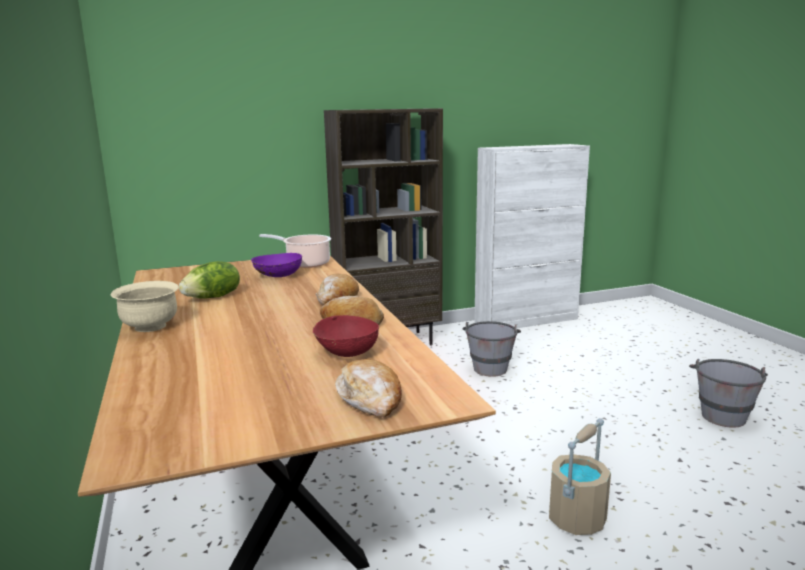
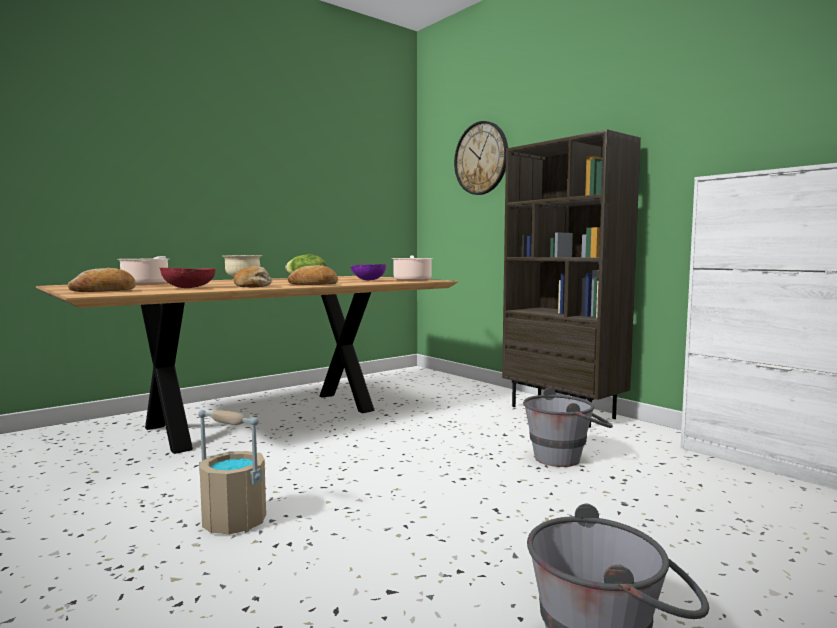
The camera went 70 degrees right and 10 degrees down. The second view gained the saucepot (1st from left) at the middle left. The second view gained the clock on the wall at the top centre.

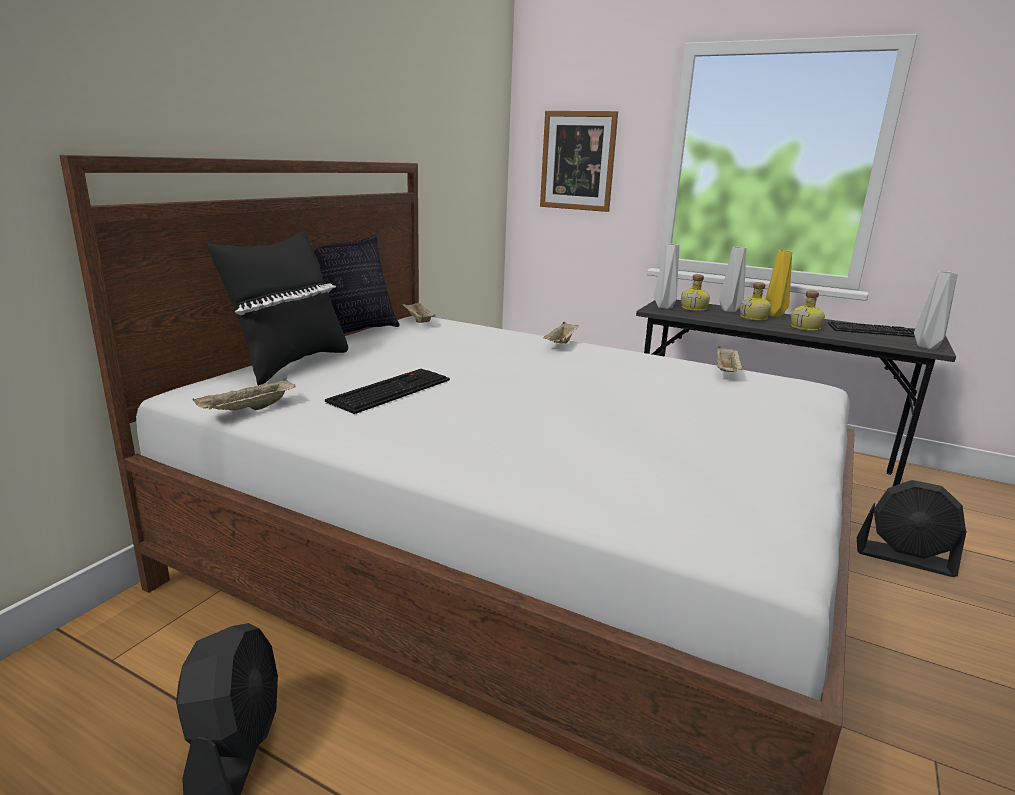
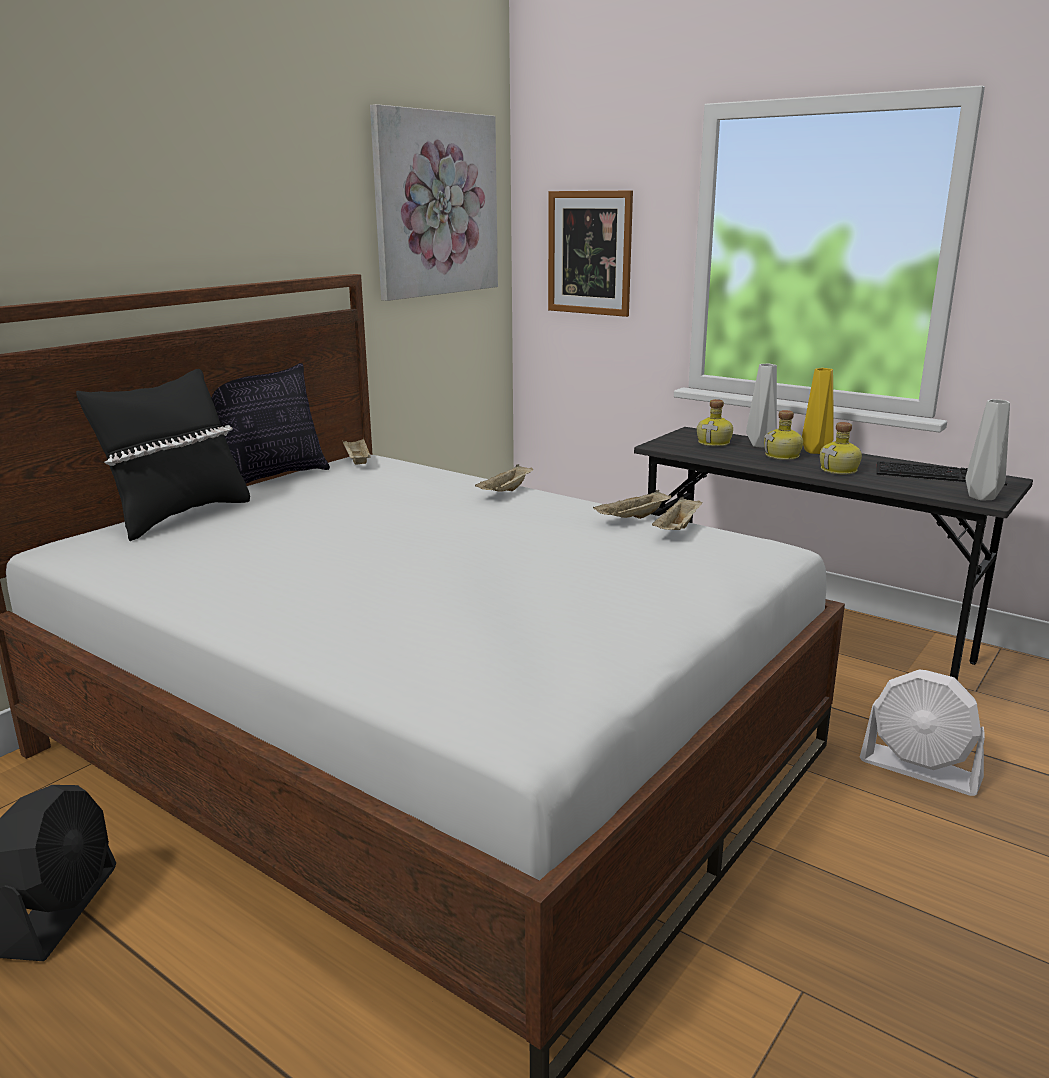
The camera went 10 degrees right and 0 degrees up. The second view lost the PC keyboard (1st from left) at the centre. The second view lost the vase in greyish (1st from left) at the centre. The second view gained the wall art (1st from left) at the top centre. The serving tray in beige-coloured (1st from left in the first image) ended up elsewhere, having gone from the middle left to the centre. What was the fan in black (2nd from left) at the middle right turned into the fan in white at the bottom right.

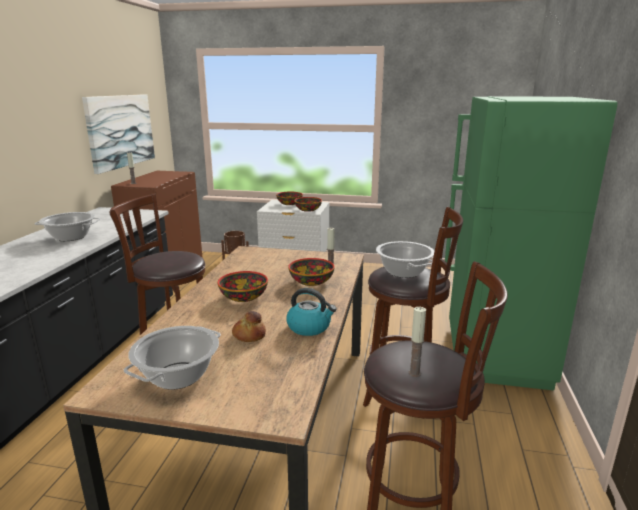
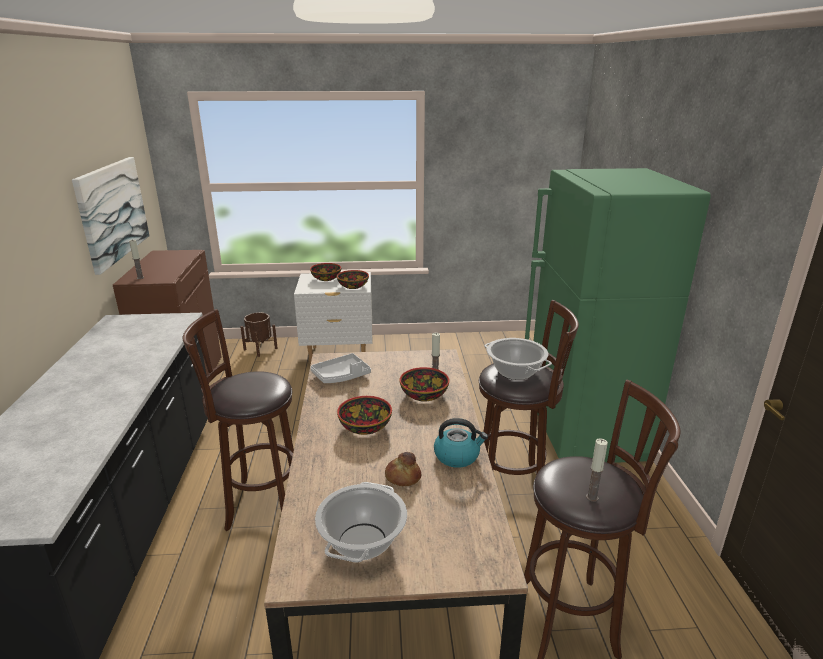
The camera went 15 degrees left and 5 degrees up. The second view lost the saucepot (1st from left) at the middle left. The second view gained the serving tray in greyish at the centre.

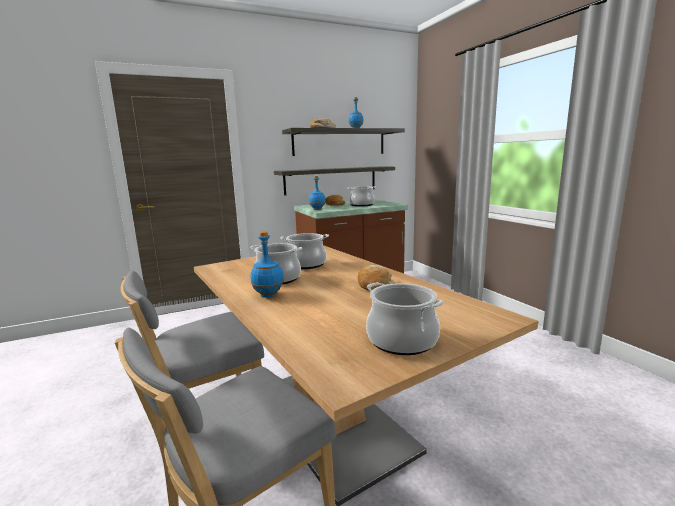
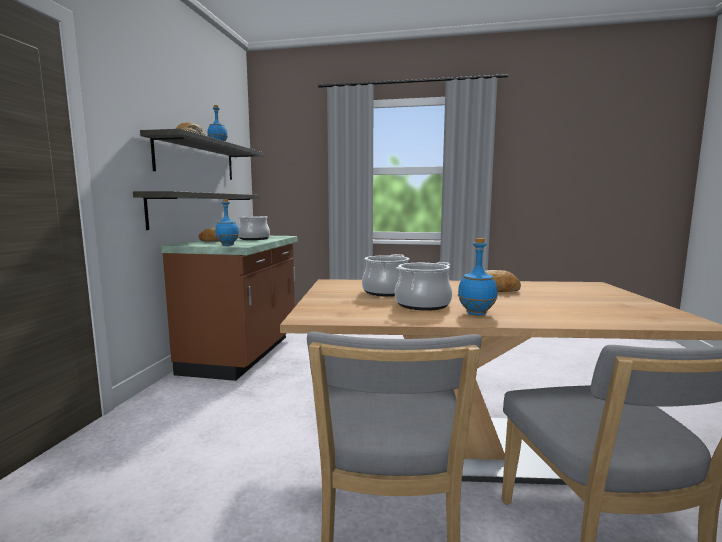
The camera went 55 degrees left and 5 degrees down. The second view lost the saucepot (4th from left) at the centre.

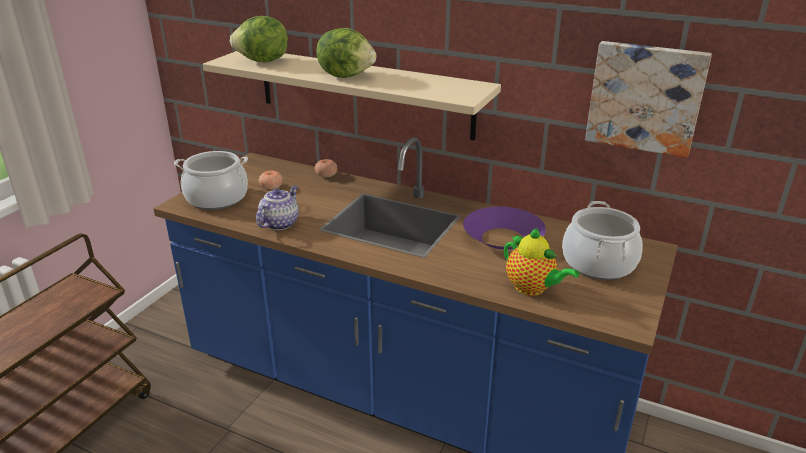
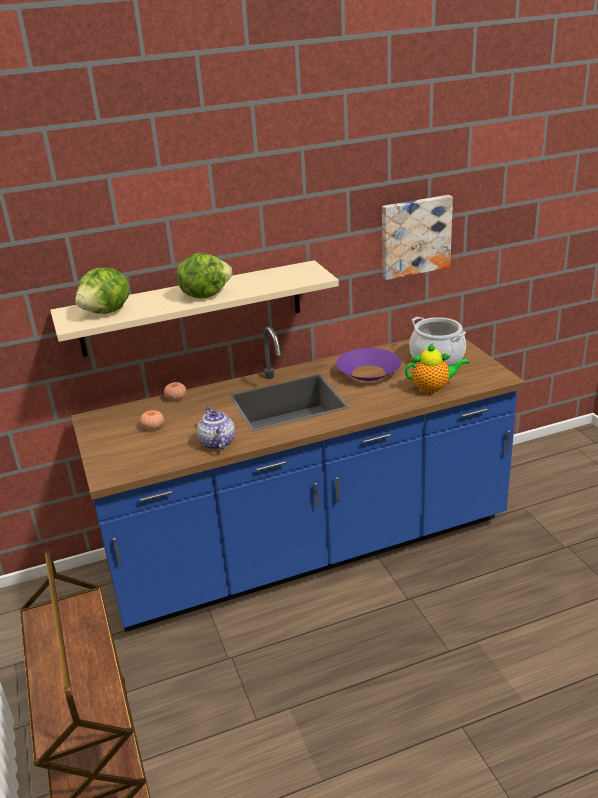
The camera went 45 degrees left and 0 degrees up. The second view lost the saucepot (1st from left) at the middle left.

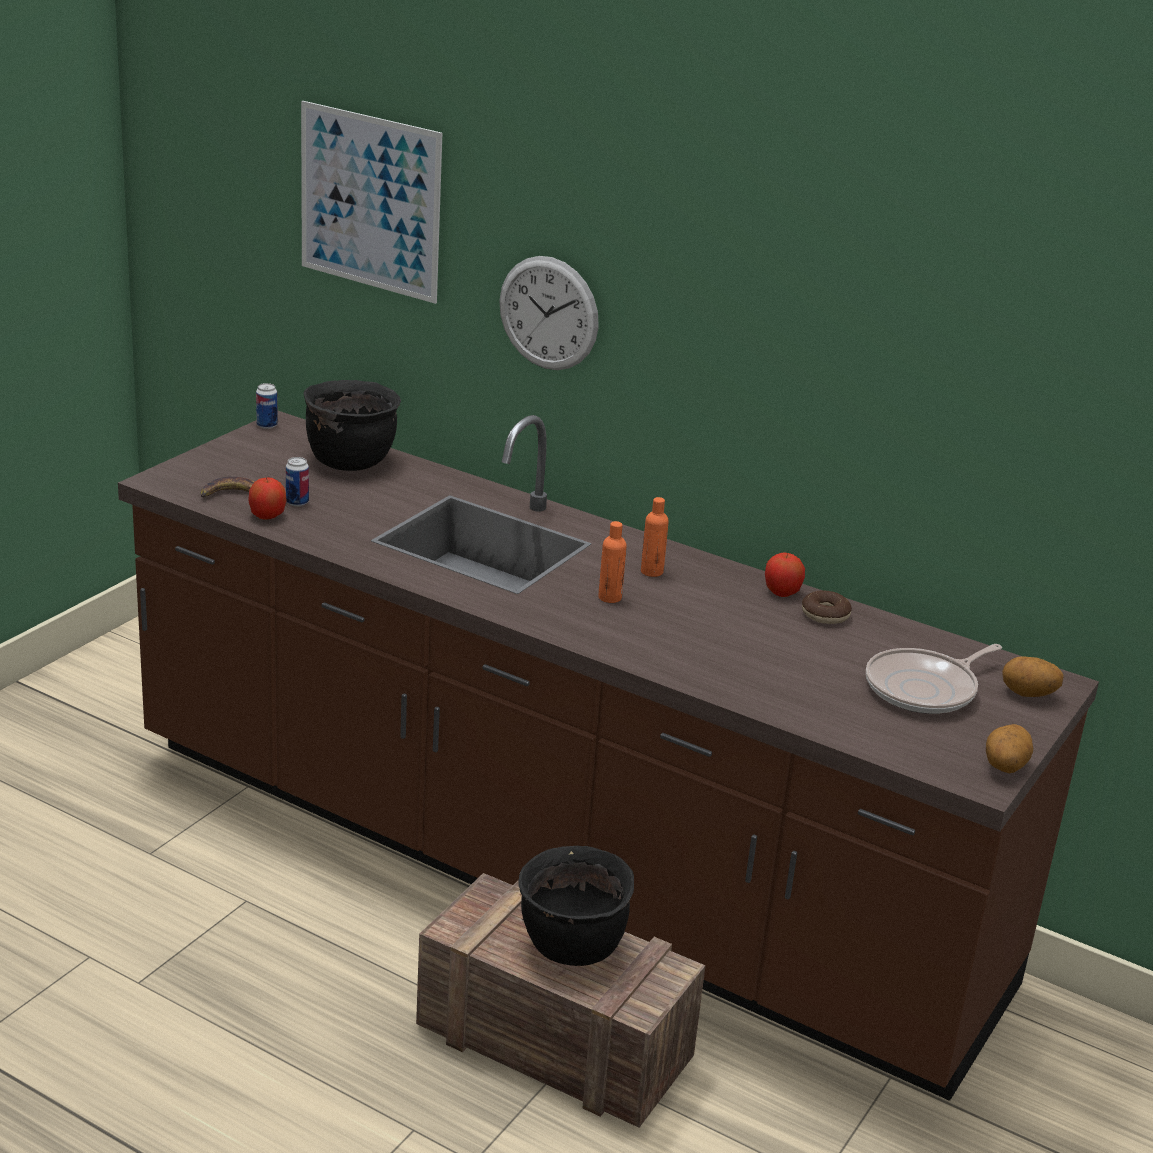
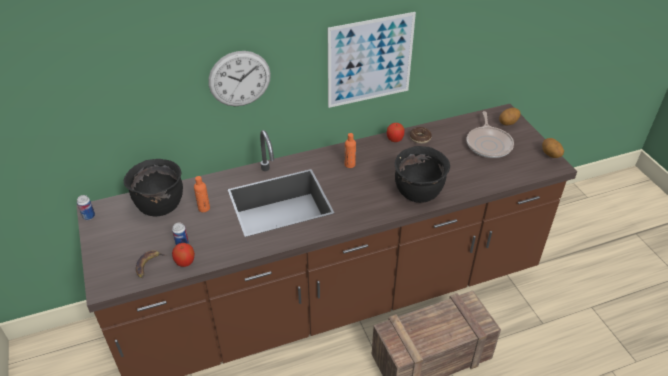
The camera went 50 degrees left and 15 degrees up. The wall art ended up elsewhere, having gone from the top left to the top centre. The saucepot in black (2nd from left) ended up elsewhere, having gone from the bottom centre to the centre. The bottle in orangey (1st from left) ended up elsewhere, having gone from the centre to the middle left.

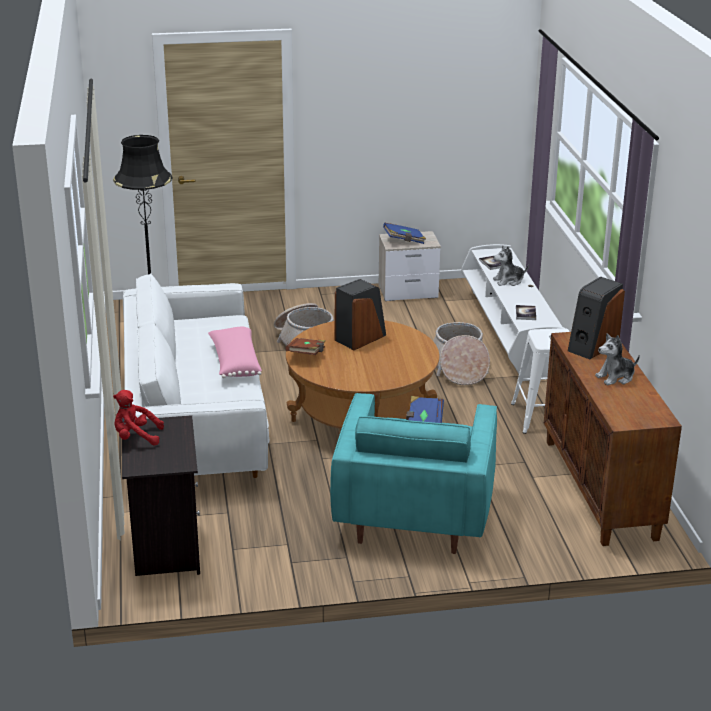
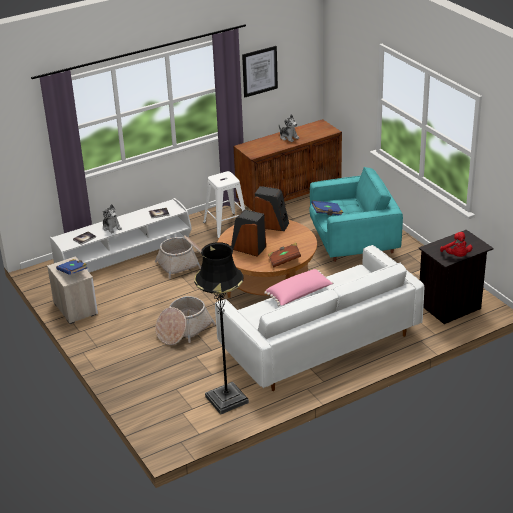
The camera went 110 degrees left and 5 degrees up. The second view gained the wall art at the top centre. The audio speaker (2nd from left) ended up elsewhere, having gone from the middle right to the centre.

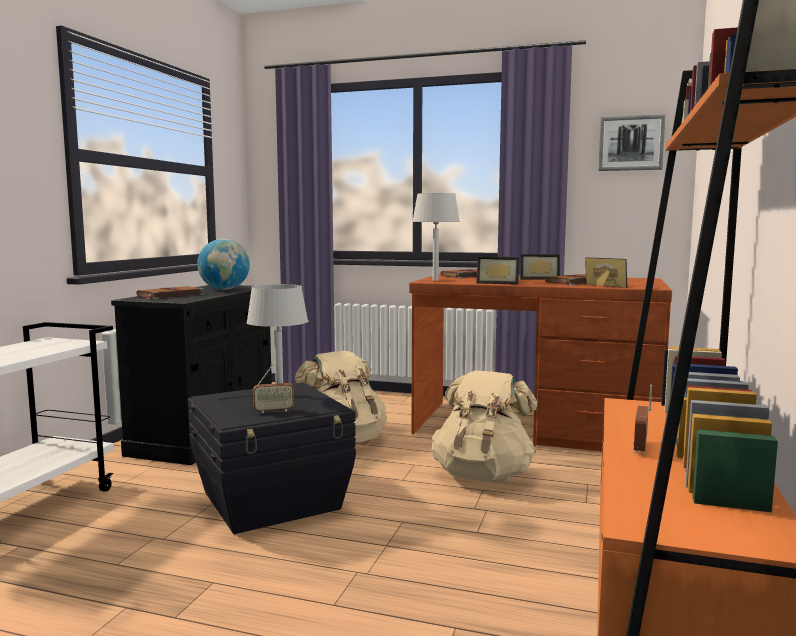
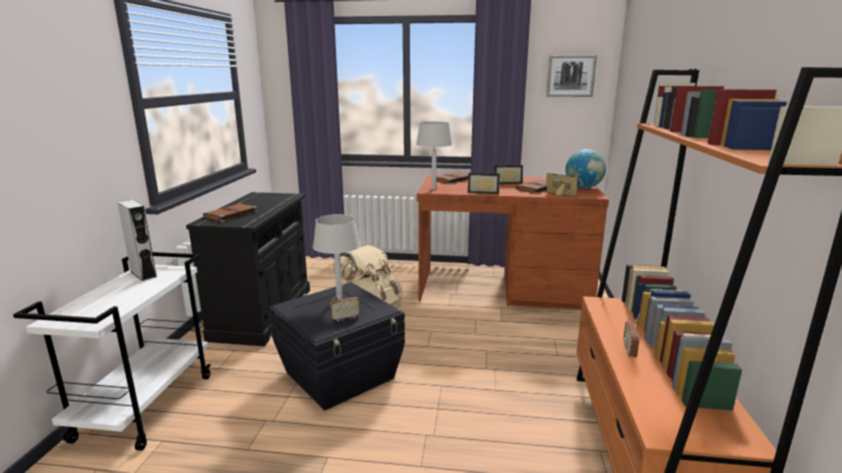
The camera went 10 degrees left and 10 degrees up. The second view lost the rucksack in beige-coloured (2nd from left) at the bottom centre. The second view gained the audio speaker in greyish at the middle left. The globe ended up elsewhere, having gone from the middle left to the middle right.

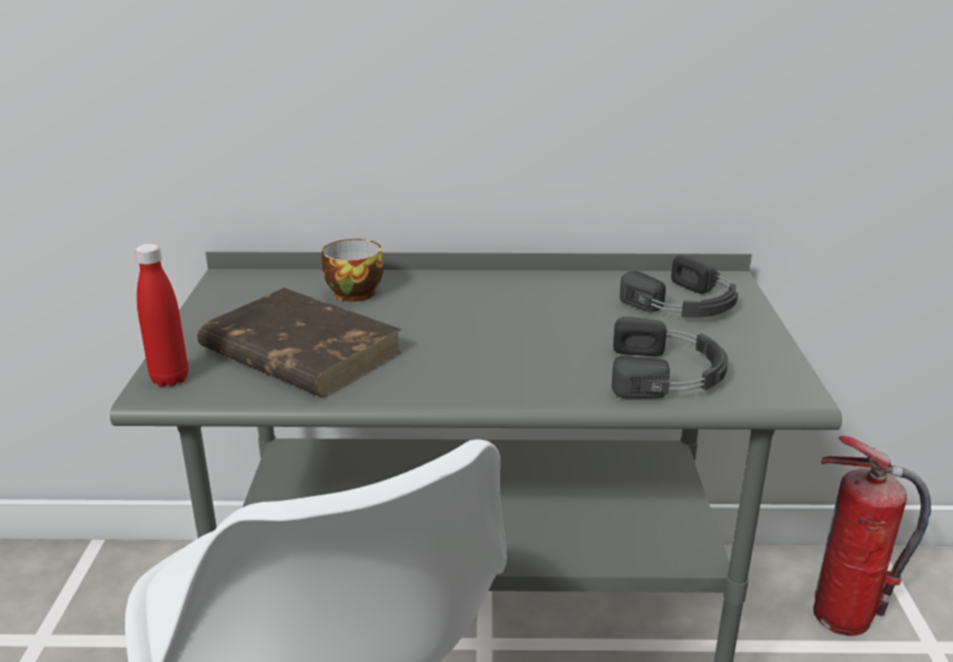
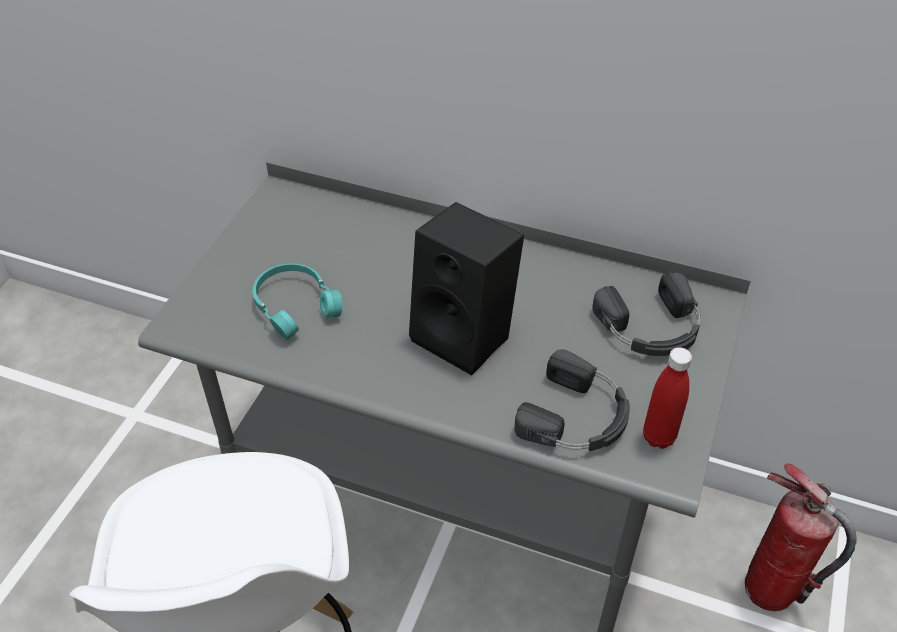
The camera went 20 degrees right and 20 degrees up. The second view lost the cup at the centre. The second view gained the audio speaker in black at the centre. The bottle in red-coloured ended up elsewhere, having gone from the middle left to the middle right. Where the book in brown stood at the middle left, the pair of headphones in turquoise-coloured came to stand at the middle left.

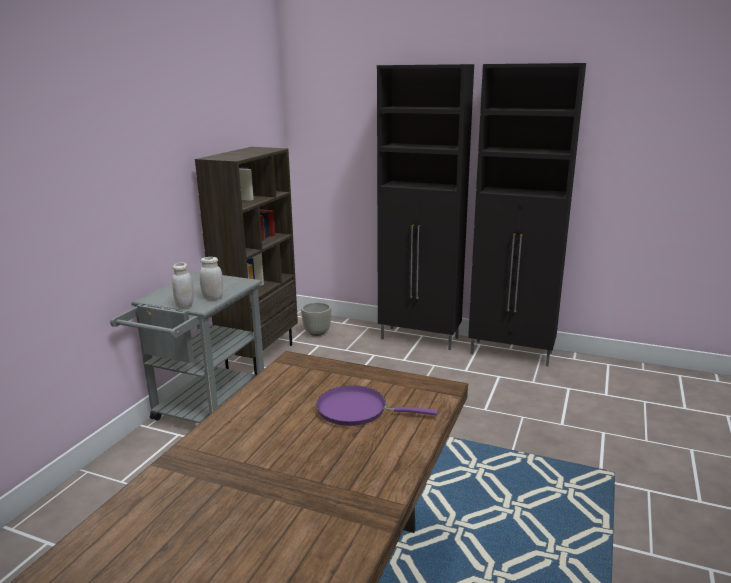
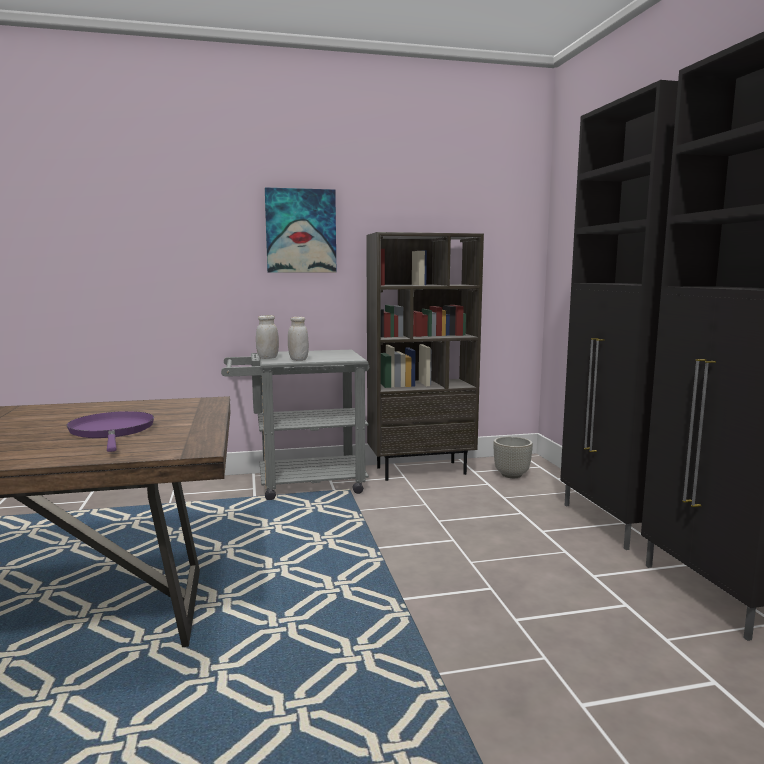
The camera went 55 degrees right and 10 degrees down. The second view gained the wall art at the top centre.

